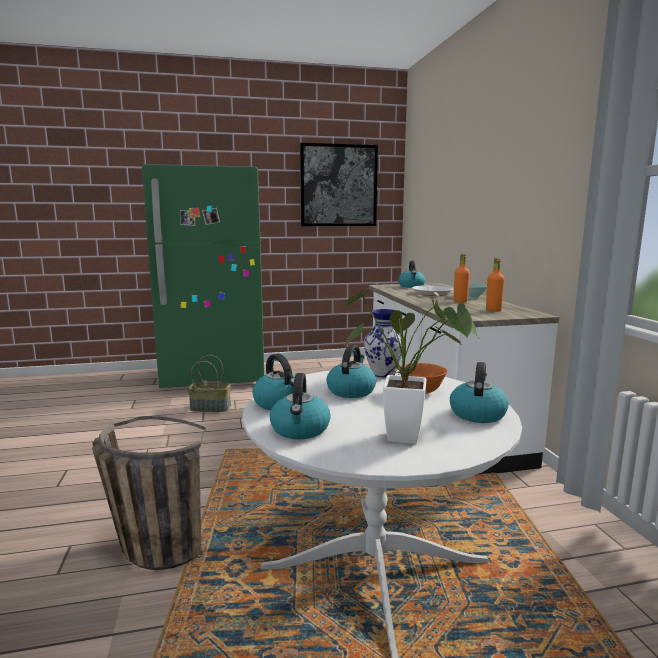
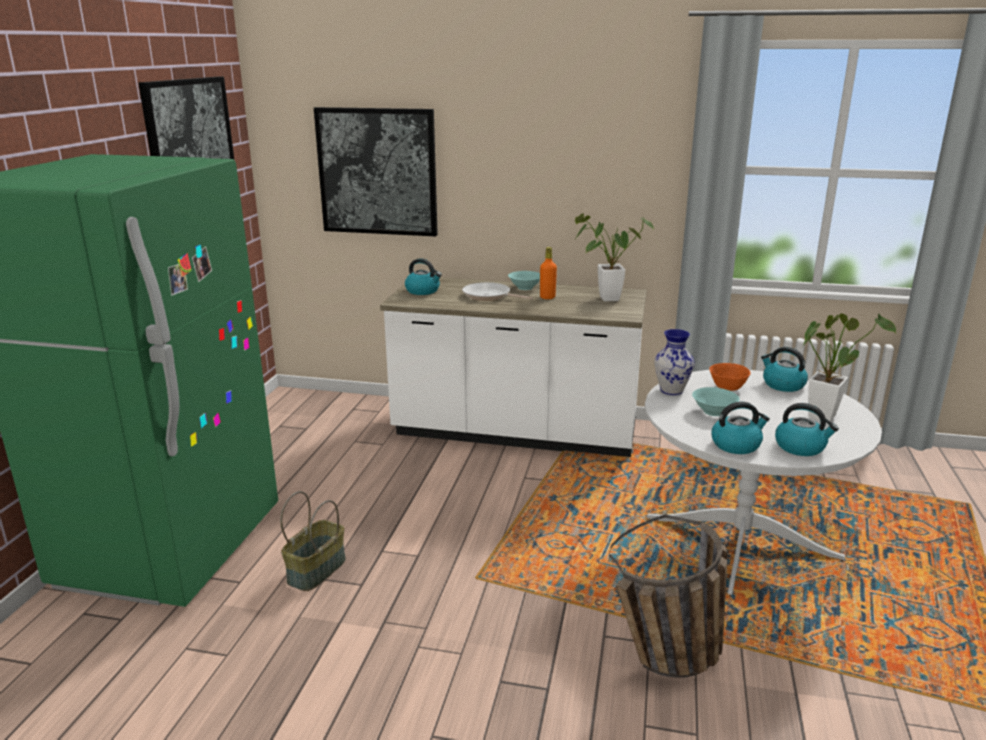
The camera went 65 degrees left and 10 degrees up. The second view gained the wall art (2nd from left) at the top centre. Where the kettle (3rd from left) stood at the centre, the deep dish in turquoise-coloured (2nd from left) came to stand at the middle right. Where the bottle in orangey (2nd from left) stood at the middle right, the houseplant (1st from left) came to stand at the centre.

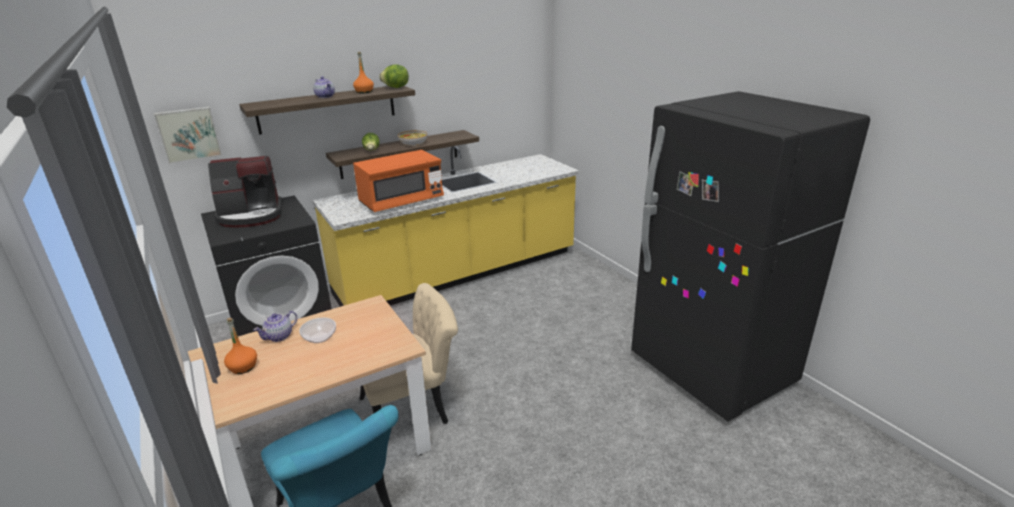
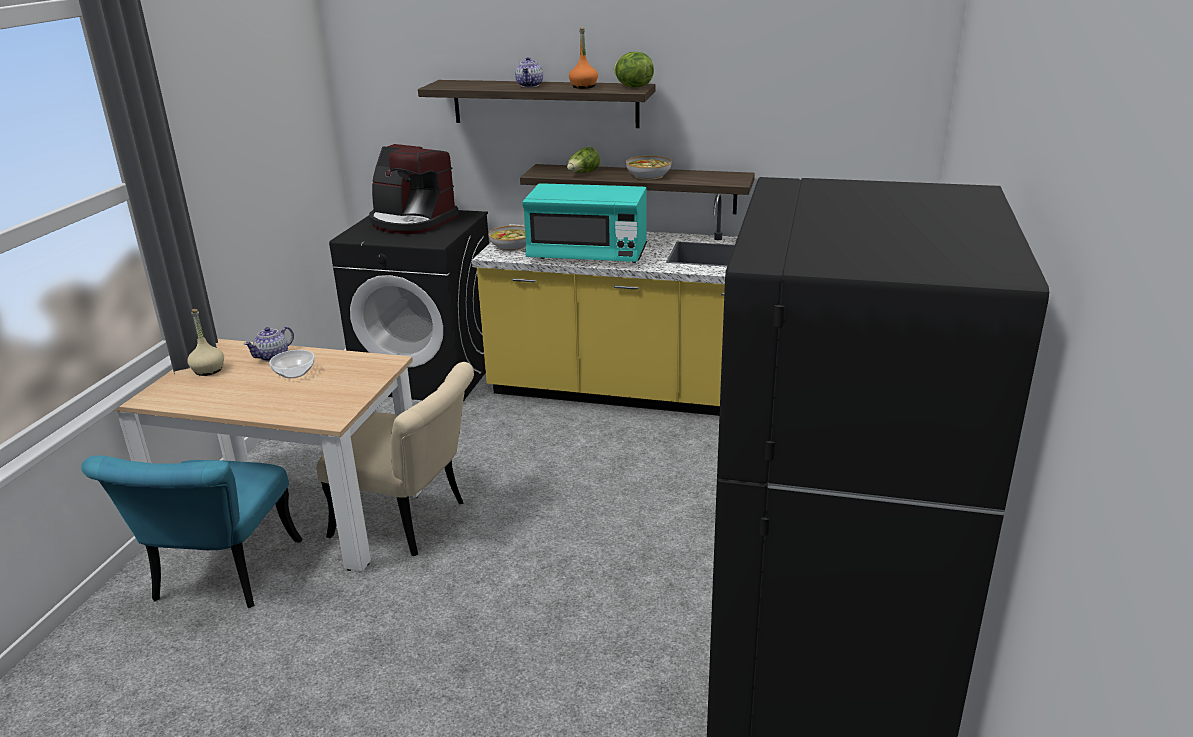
The camera went 45 degrees right and 0 degrees up. The second view lost the wall art at the top left. The second view gained the deep dish (2nd from left) at the top centre. What was the bottle in orangey (1st from left) at the bottom left turned into the bottle in beige-coloured at the middle left. What was the kitchen microwave in orangey at the centre turned into the kitchen microwave in turquoise-coloured at the top centre. The teapot (1st from left) at the middle left ended up facing another way, 45 degrees counterclockwise from before.

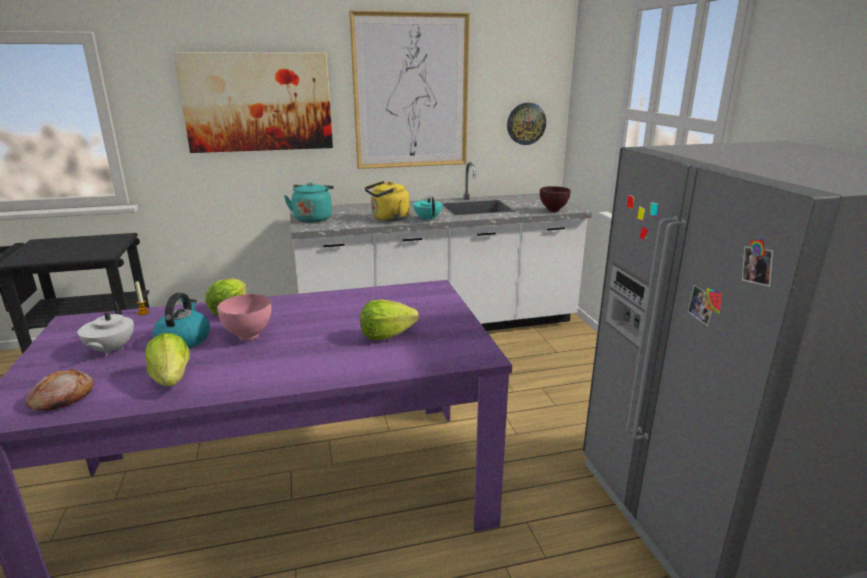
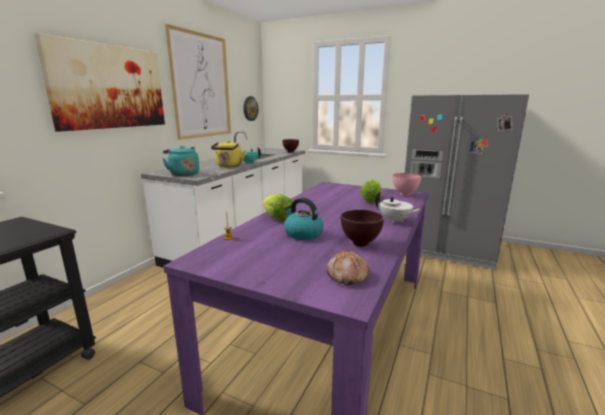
The camera went 50 degrees left and 5 degrees down. The teapot in white ended up elsewhere, having gone from the middle left to the centre. The deep dish in pinkish ended up elsewhere, having gone from the middle left to the middle right. Where the head of lettuce (1st from left) stood at the middle left, the deep dish in brown (2nd from left) came to stand at the centre.

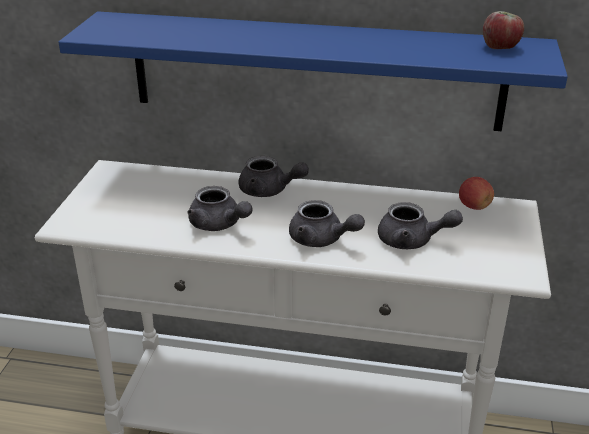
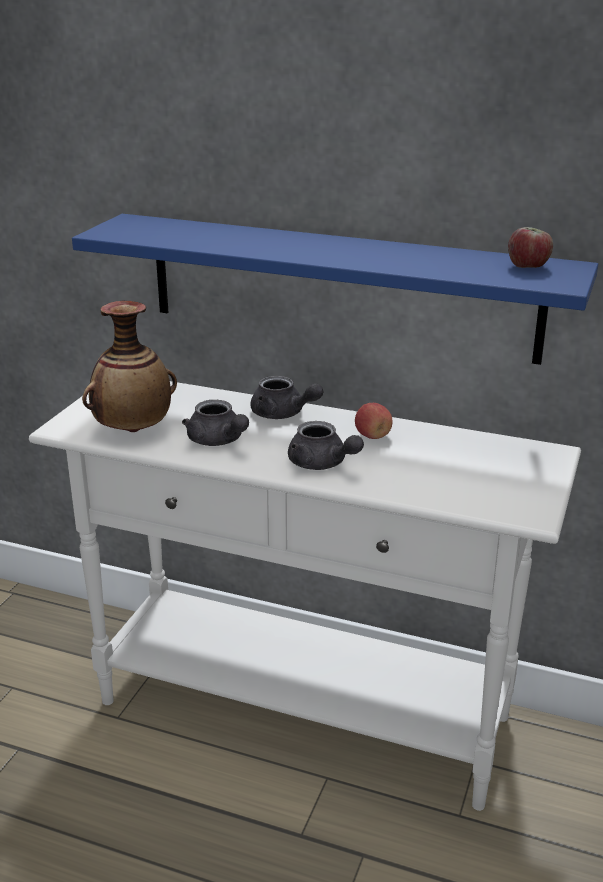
The camera went 10 degrees right and 5 degrees down. The second view lost the teapot in greyish (4th from left) at the middle right. The second view gained the vase at the middle left. The apple (1st from left) ended up elsewhere, having gone from the middle right to the centre.

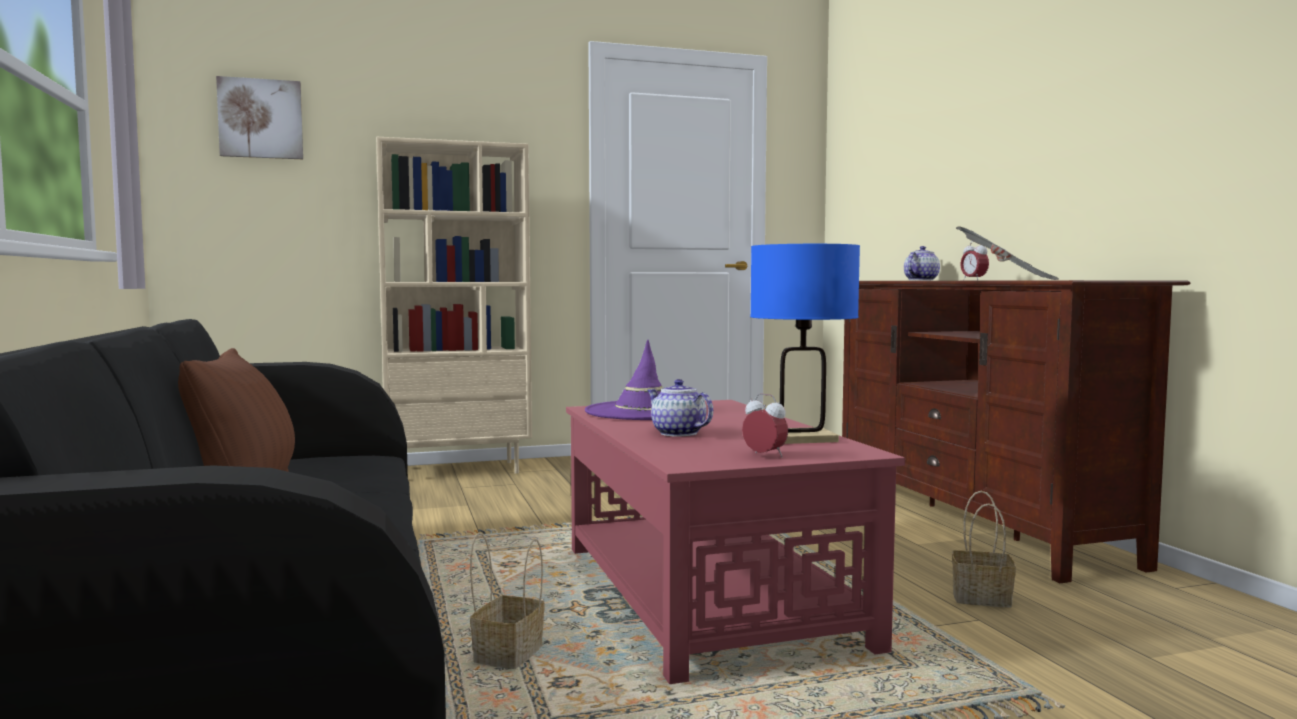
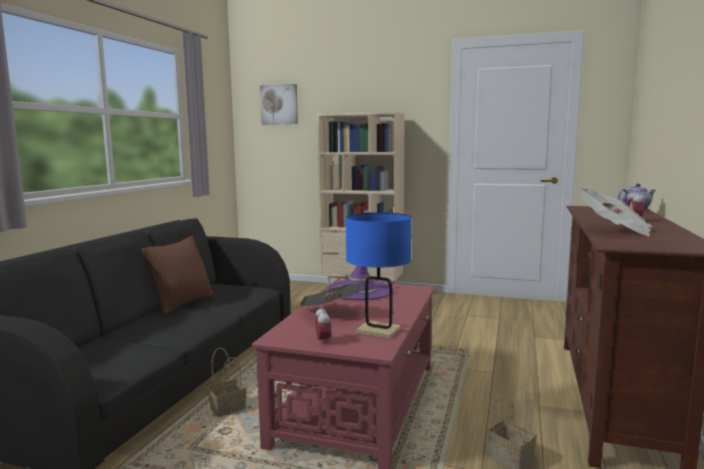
The camera went 35 degrees right and 5 degrees up. Where the teapot (1st from left) stood at the centre, the printed paper (1st from left) came to stand at the centre.

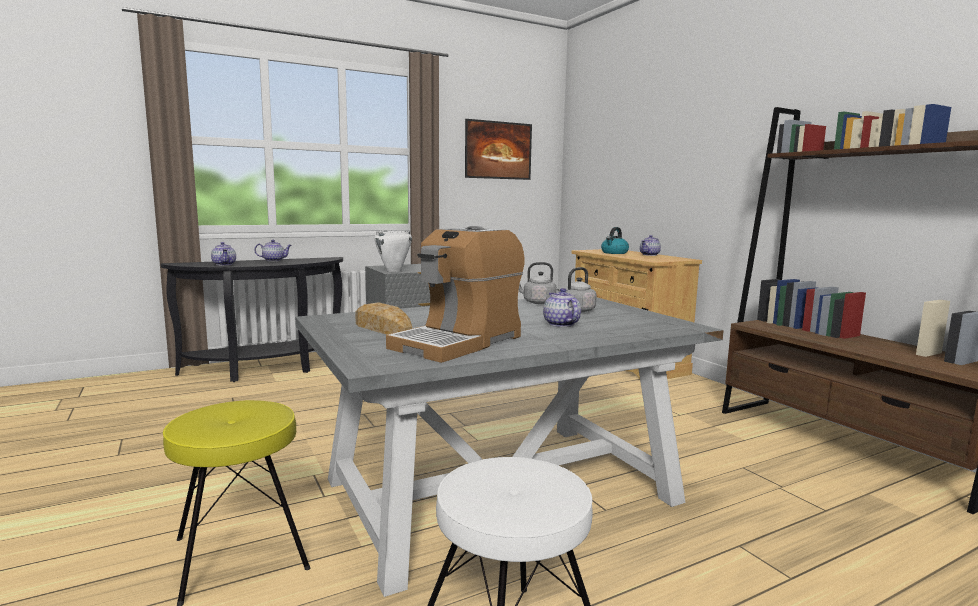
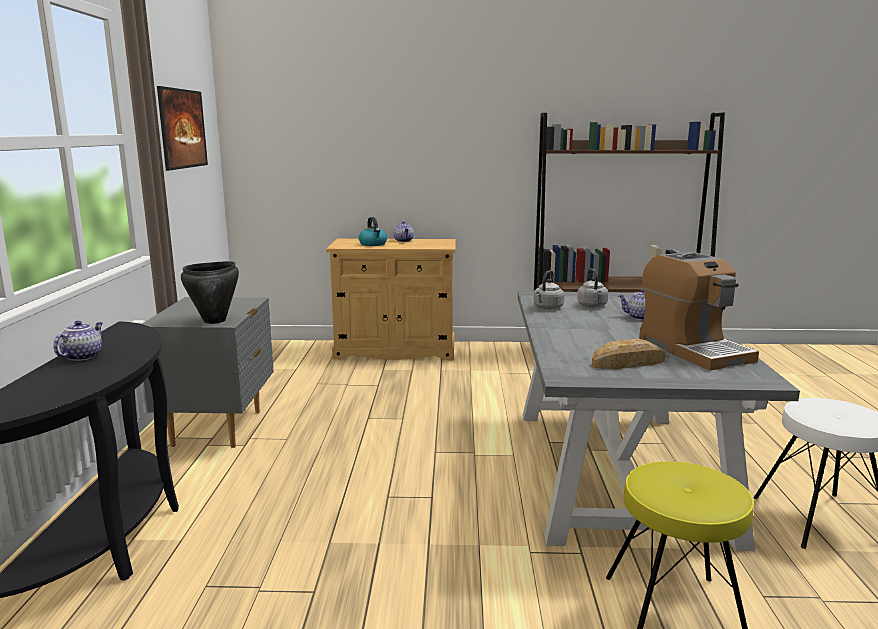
The camera went 60 degrees left and 5 degrees up. The second view lost the teapot (1st from left) at the middle left. What was the saucepot in white at the centre turned into the saucepot in black at the middle left.

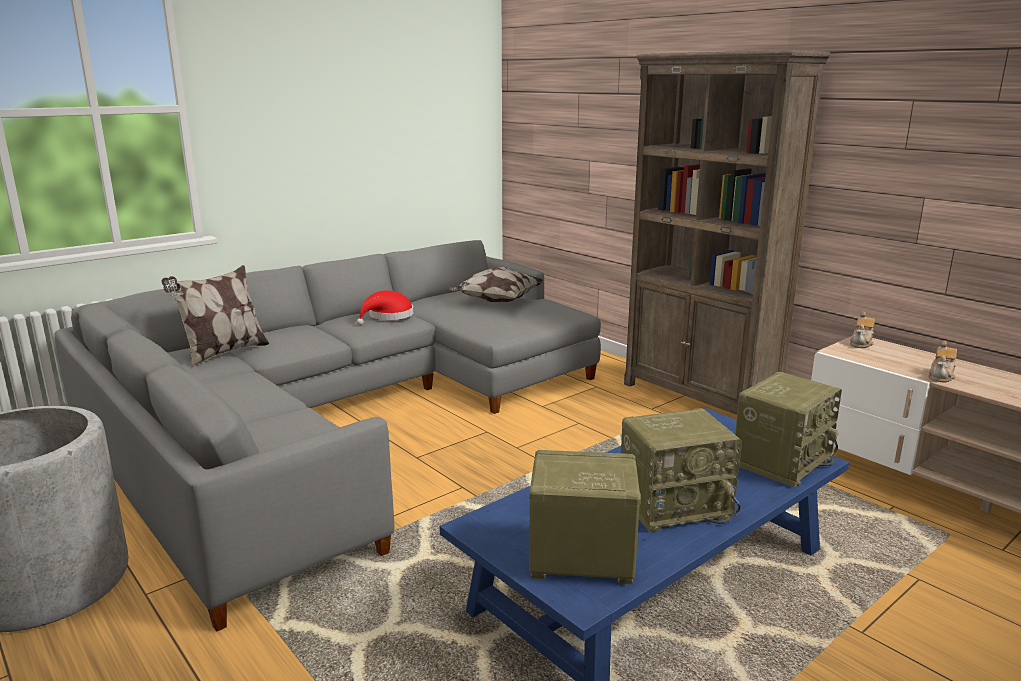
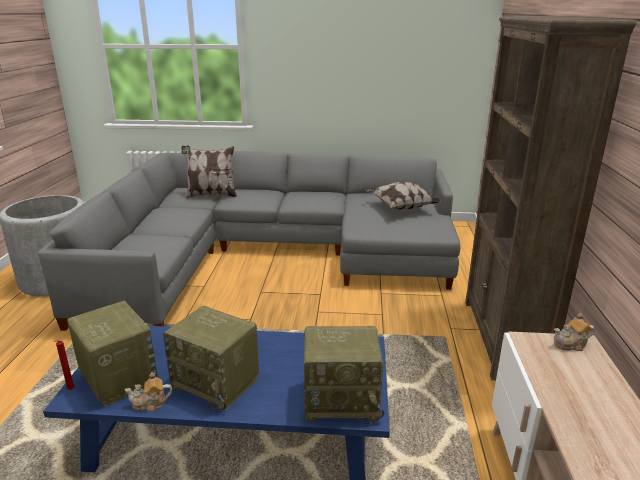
The camera went 45 degrees right and 5 degrees up. The second view lost the wearable hat in red-coloured at the centre. The second view gained the candle in red-coloured at the bottom left. The teapot (2nd from left in the first image) ended up elsewhere, having gone from the middle right to the bottom left.

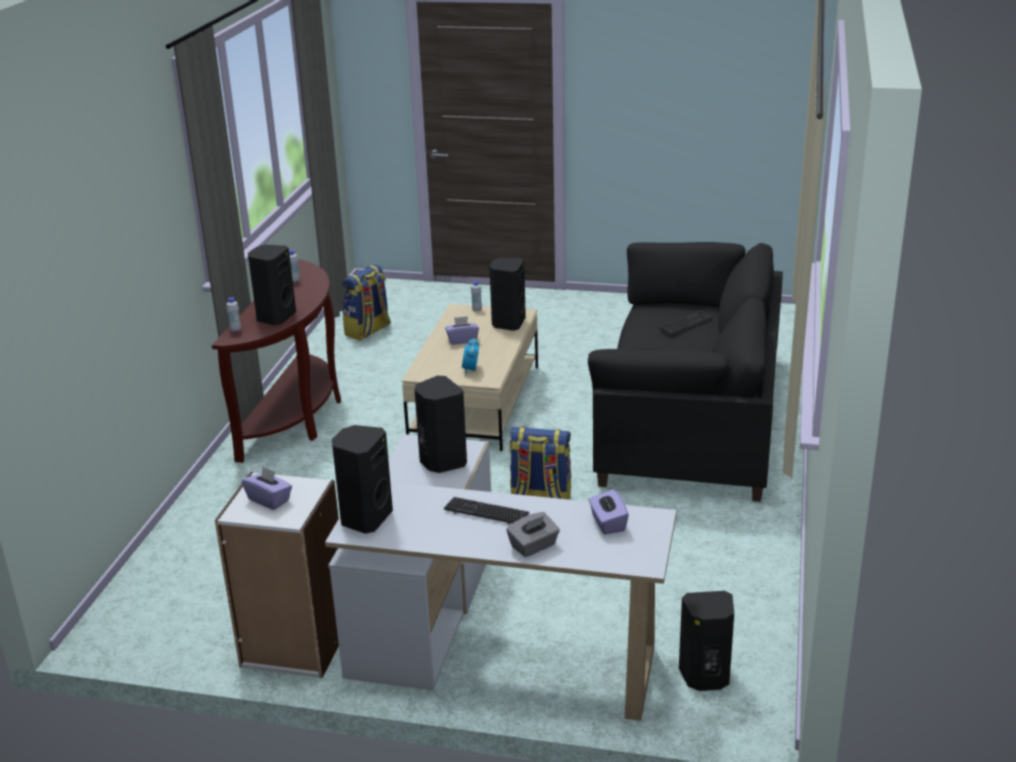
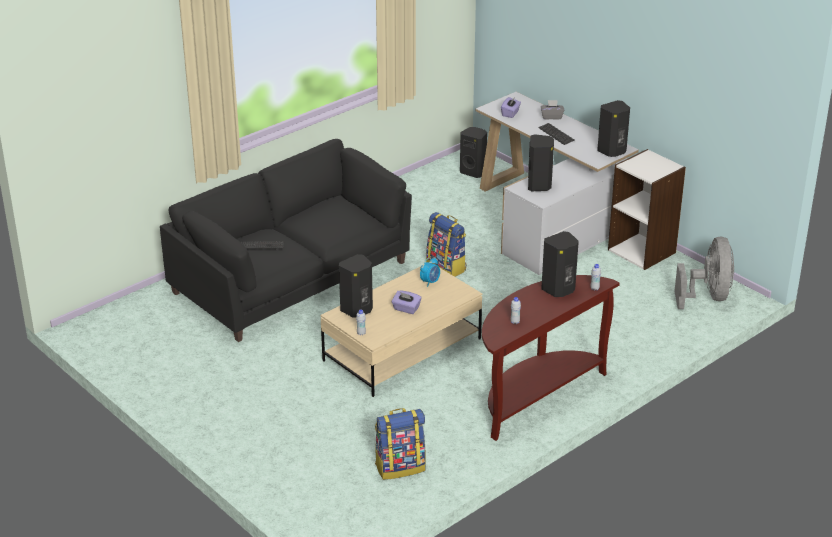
The camera went 145 degrees left and 5 degrees up. The second view lost the tissue box in purple-coloured (1st from left) at the middle left. The second view gained the fan in greyish at the middle right.

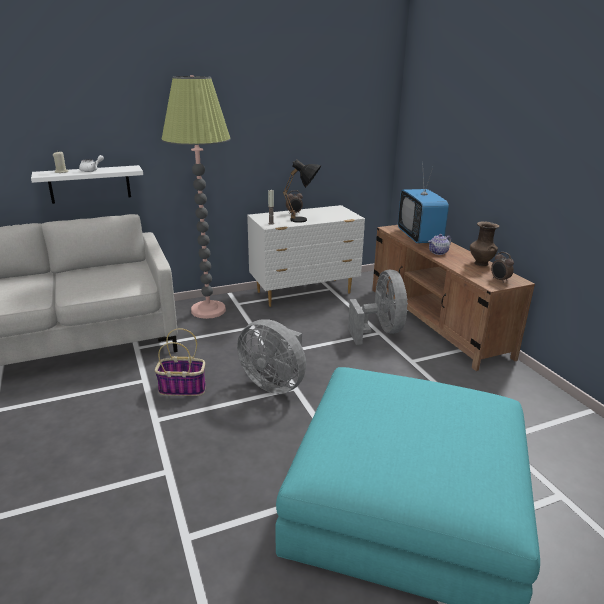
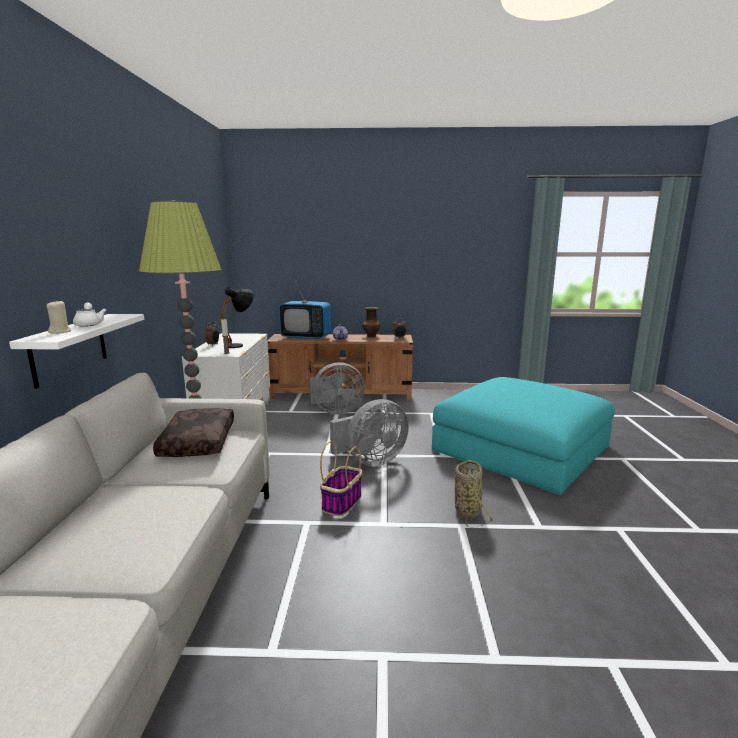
The camera went 65 degrees left and 10 degrees down. The second view gained the cushion in brown at the middle left. The second view gained the storage basket (2nd from left) at the bottom centre. The fan in greyish (2nd from left in the first image) at the centre ended up facing another way, 150 degrees clockwise from before.

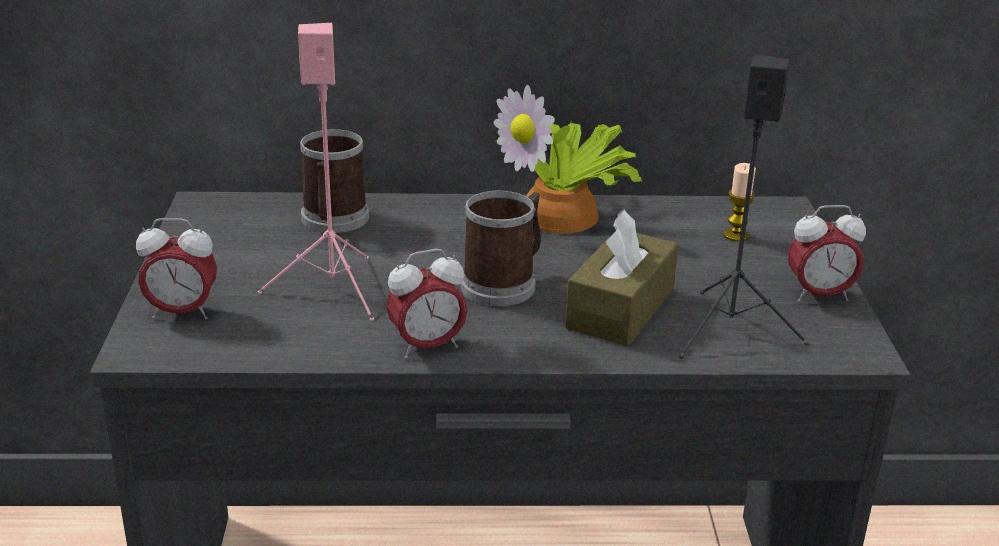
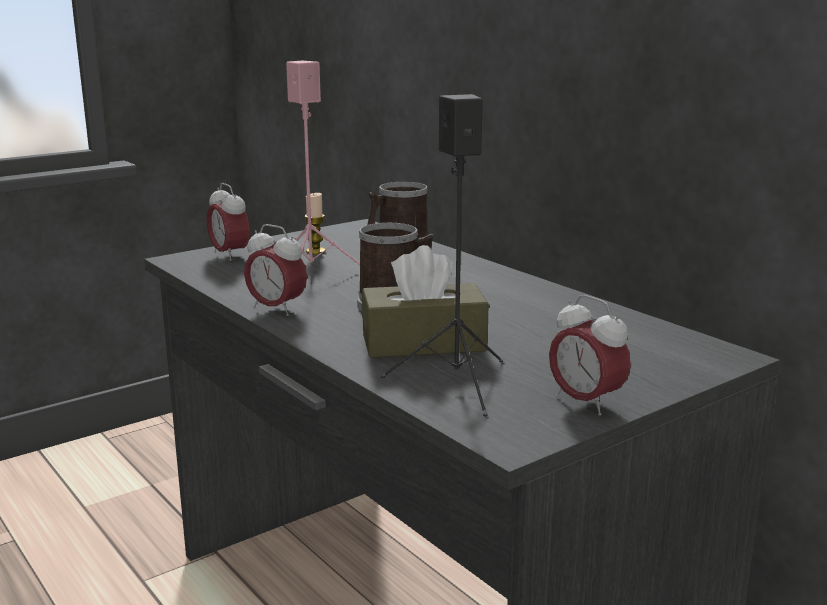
The camera went 55 degrees right and 10 degrees down. The second view lost the houseplant at the top centre. The candle ended up elsewhere, having gone from the middle right to the centre.

